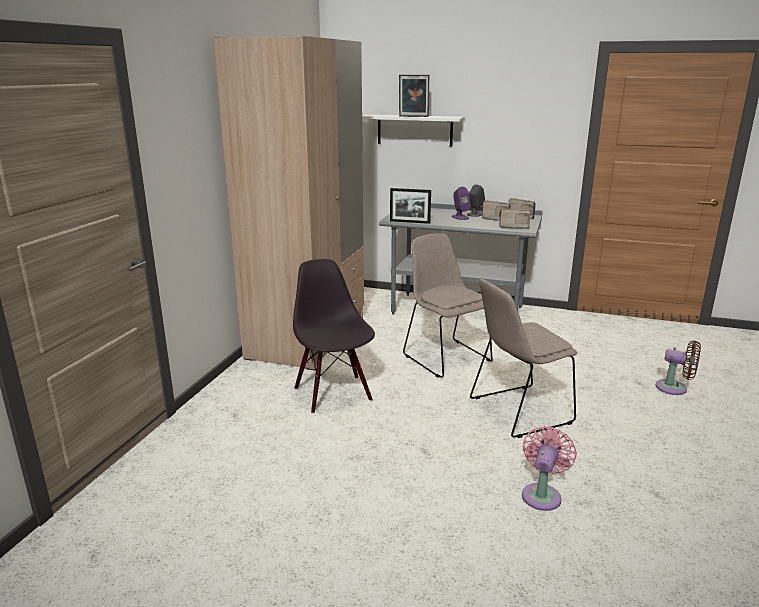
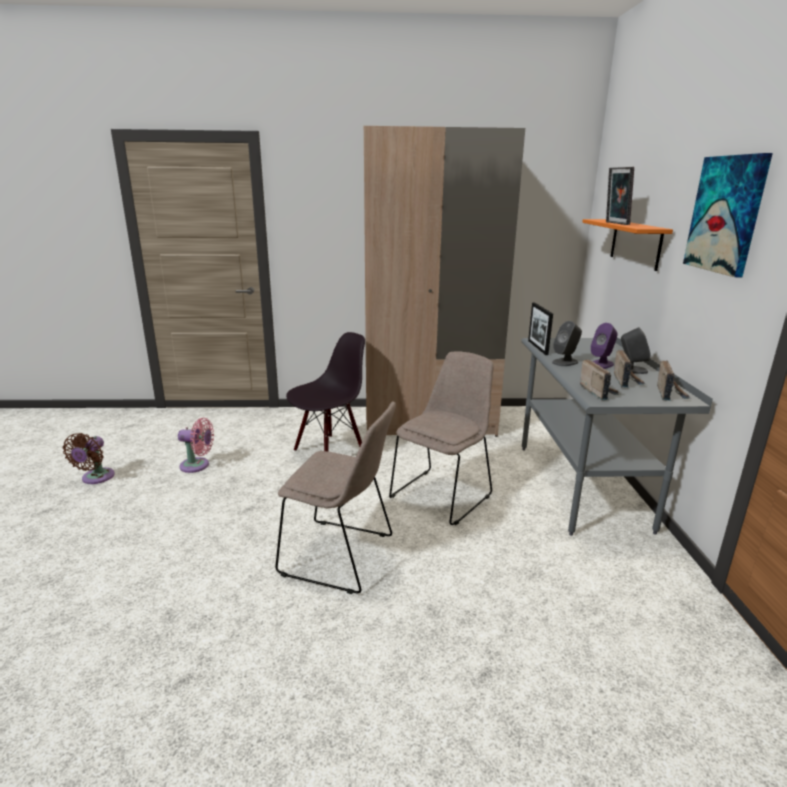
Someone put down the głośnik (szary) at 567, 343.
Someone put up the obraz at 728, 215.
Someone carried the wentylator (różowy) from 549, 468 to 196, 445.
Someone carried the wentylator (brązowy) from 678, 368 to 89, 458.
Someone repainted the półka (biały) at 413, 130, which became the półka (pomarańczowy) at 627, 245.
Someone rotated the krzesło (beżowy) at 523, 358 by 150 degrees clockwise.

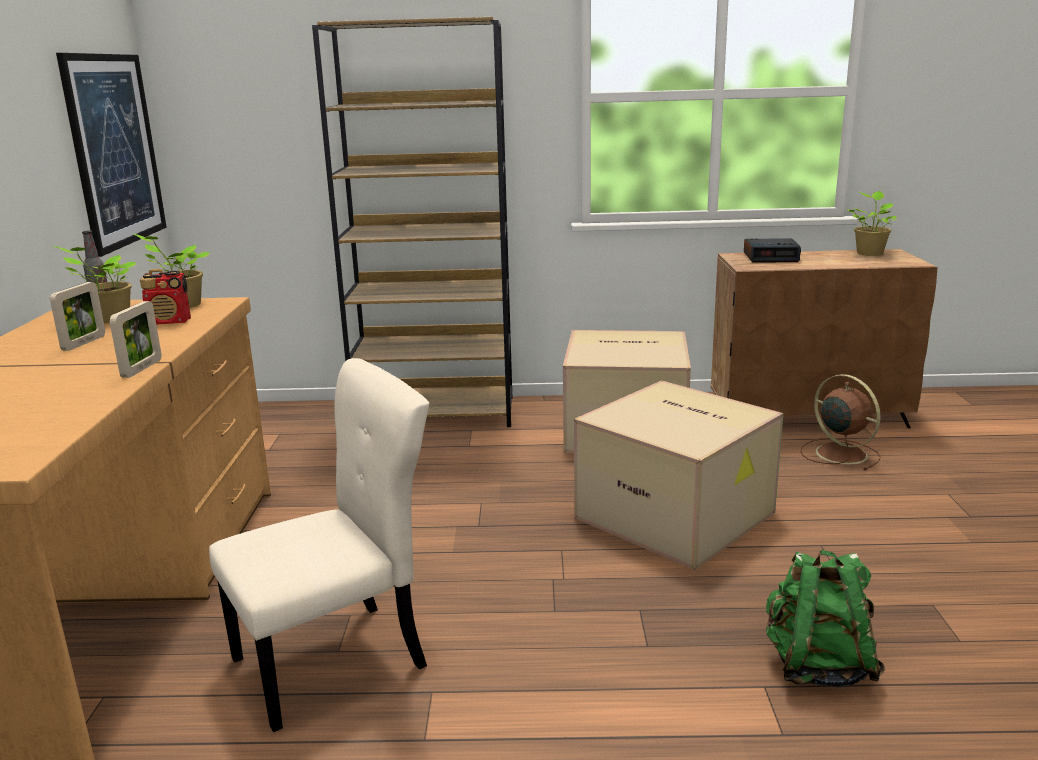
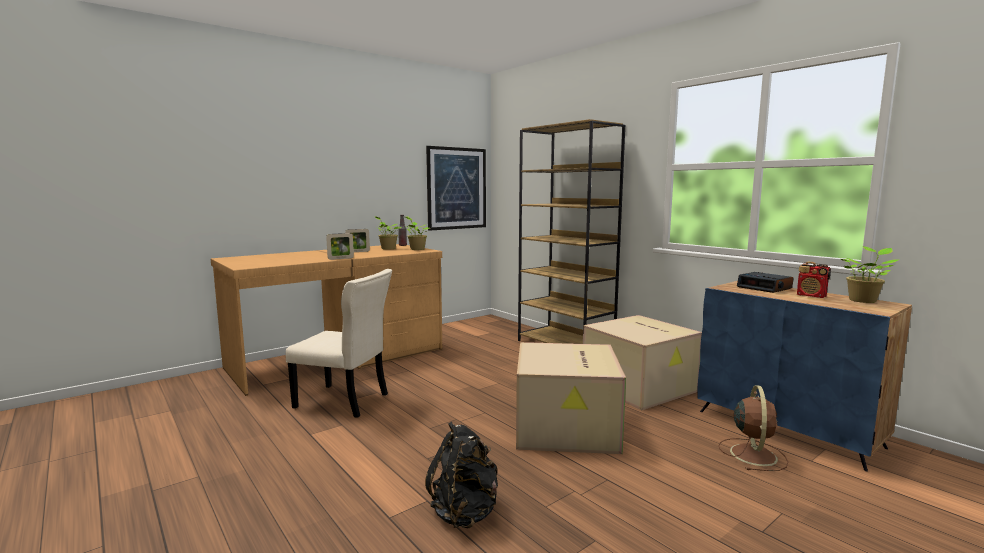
Someone carried the radio from 165, 297 to 814, 280.
Someone repainted the szafka (brązowy) at 824, 338, which became the szafka (niebieski) at 804, 376.
Someone repainted the plecak (zielony) at 825, 618, which became the plecak (czarny) at 461, 475.

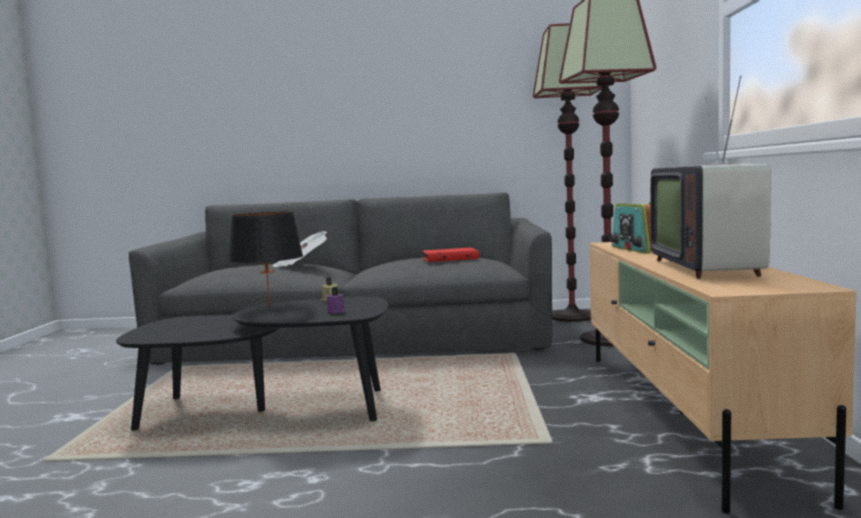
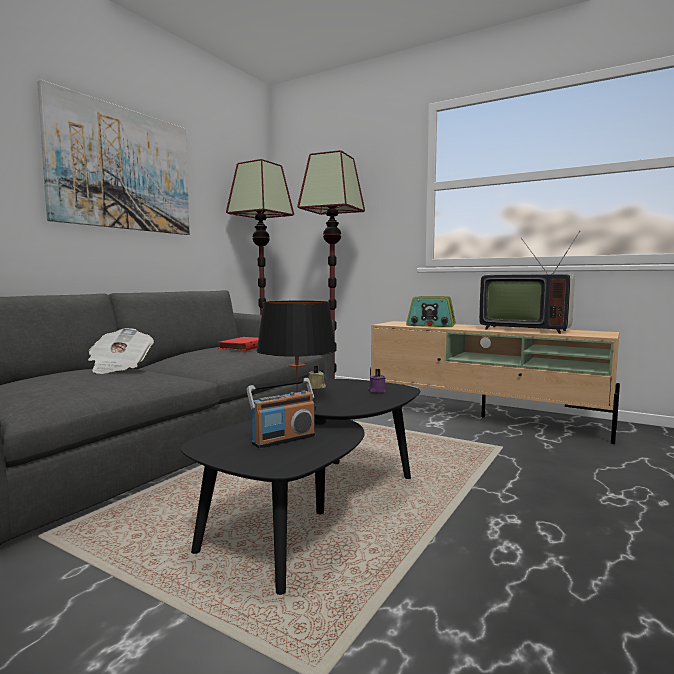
Someone put up the obraz at 113, 157.
Someone put down the radio at 281, 413.

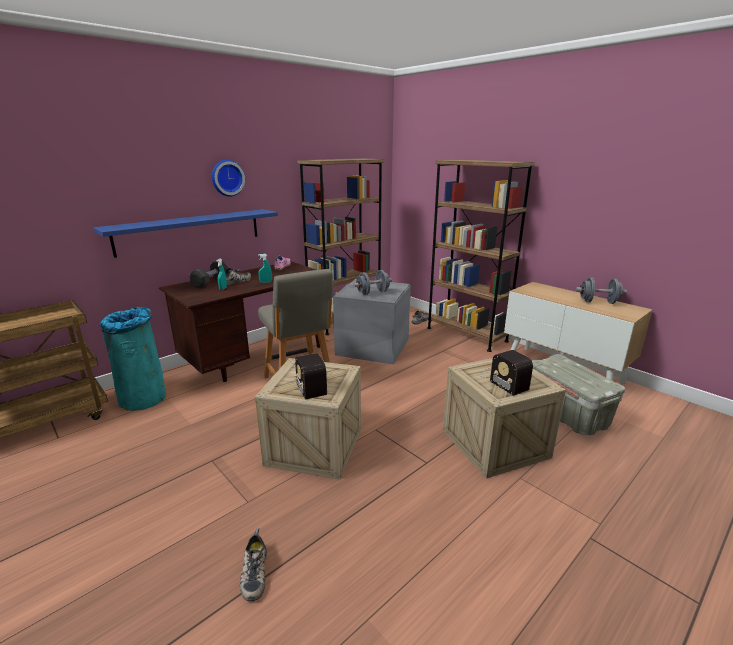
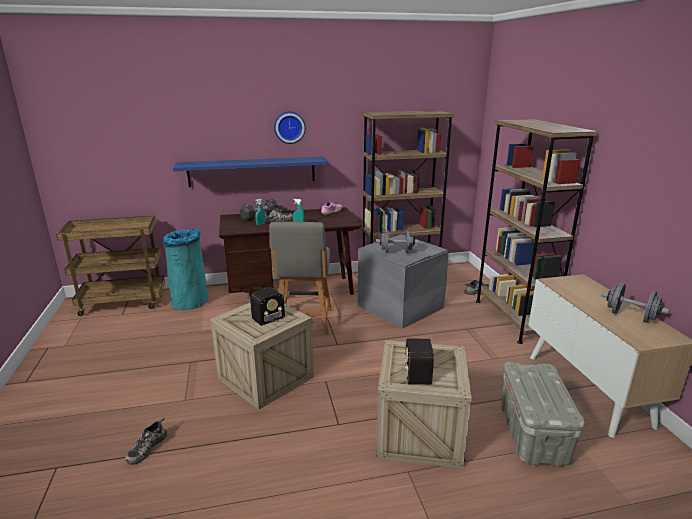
Someone rotated the radio at 310, 376 by 135 degrees counterclockwise.

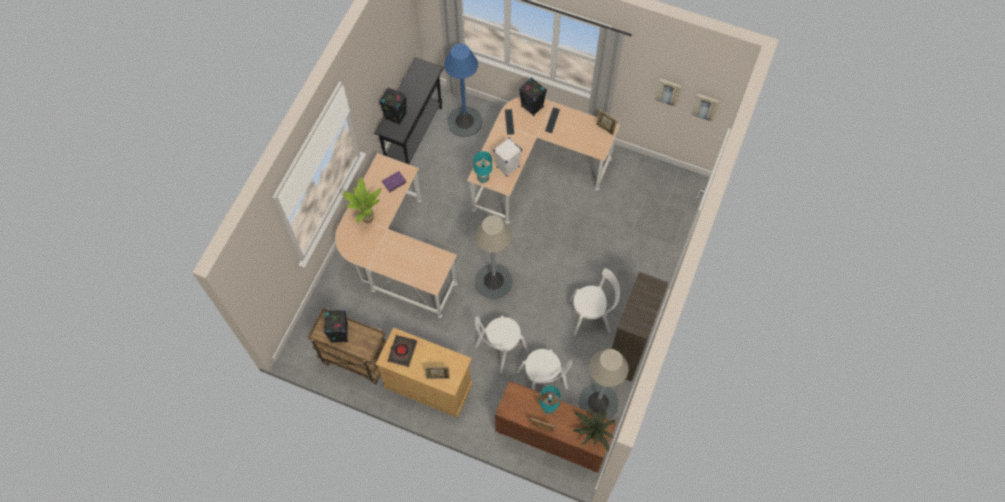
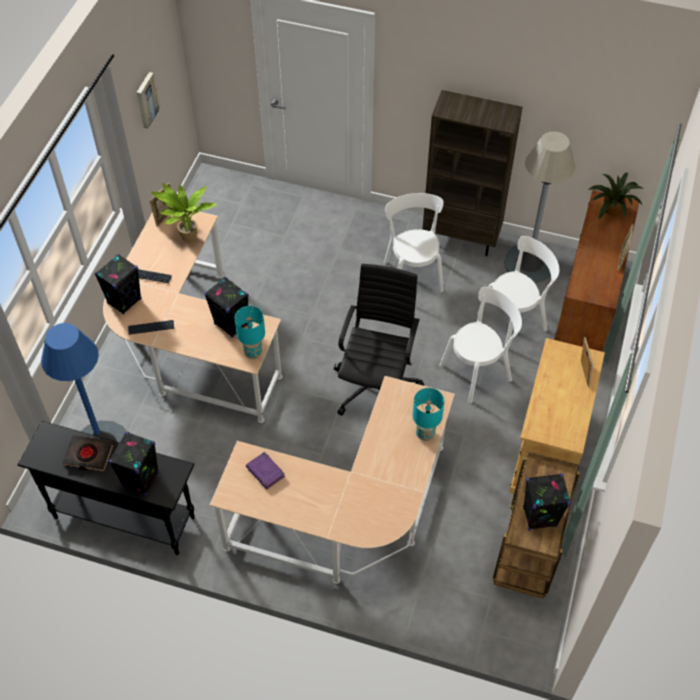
Someone took away the obraz at 705, 108.
Someone carried the roślina doniczkowa from 361, 200 to 184, 213.
Someone carried the książka (czarny) from 402, 351 to 88, 453.
Someone carried the lampa stołowa (turkusowy) from 550, 399 to 428, 414.
Someone swapped the lampa stojąca (szary) at 493, 257 for the krzesło biurowe (czarny) at 379, 340.
Someone repainted the głośnik (biały) at 507, 157, which became the głośnik (czarny) at 226, 307.
Someone rotated the krzesło (biały) at 501, 344 by 75 degrees counterclockwise.

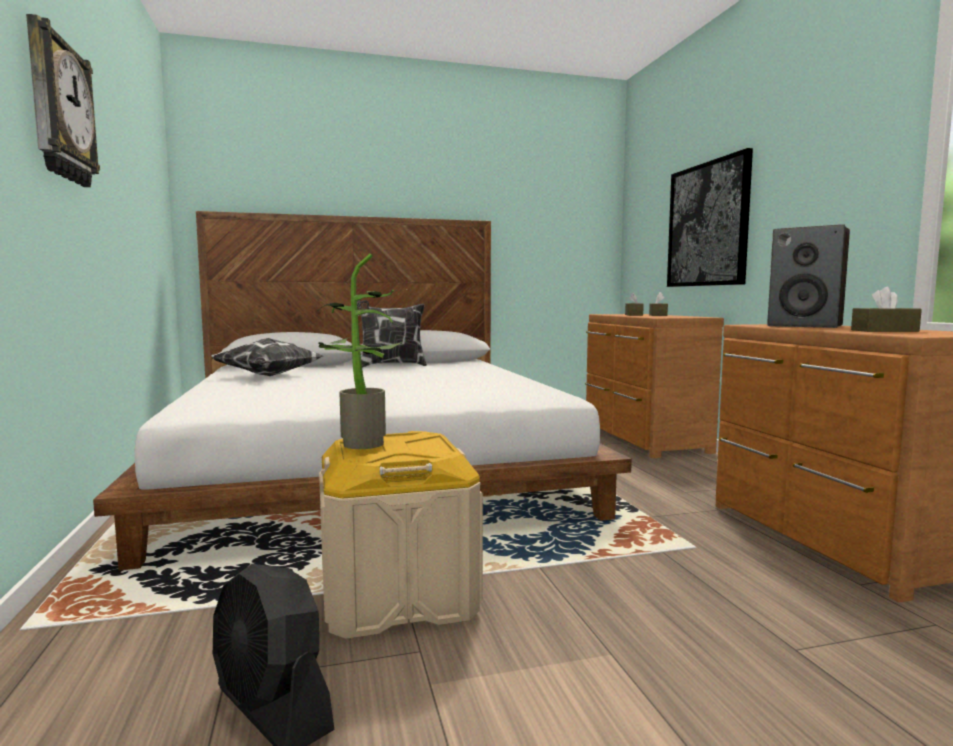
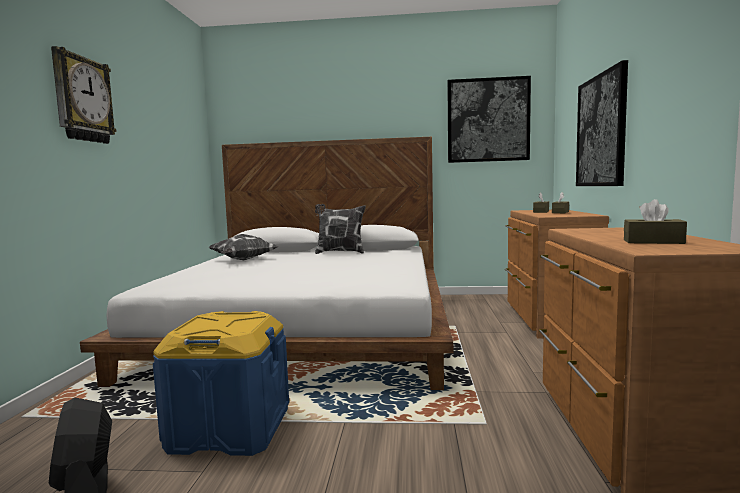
Someone took away the roślina doniczkowa at 362, 351.
Someone took away the głośnik at 808, 276.
Someone put up the obraz at 489, 119.
Someone repainted the pojemnik do przechowywania (beżowy) at 401, 535, which became the pojemnik do przechowywania (niebieski) at 221, 383.

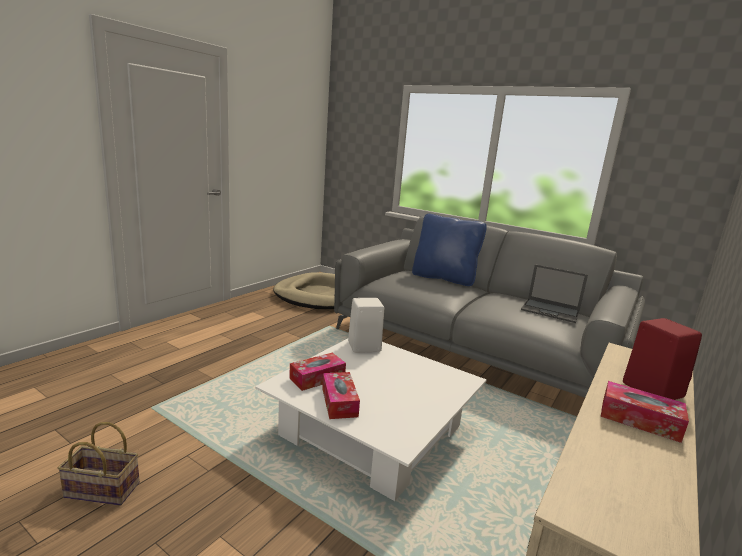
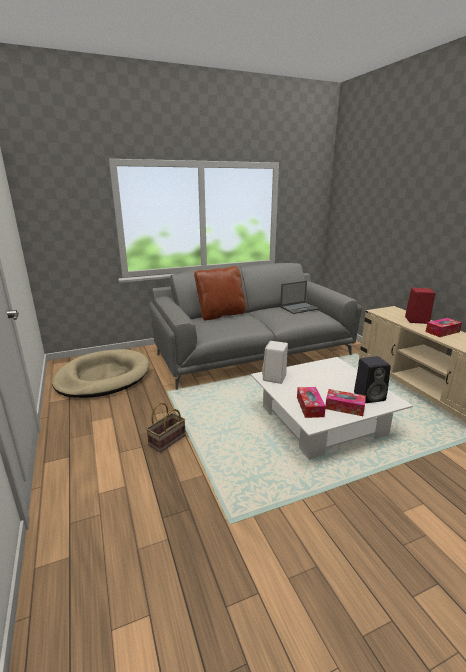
Someone put down the głośnik (czarny) at 372, 379.
Someone carried the koszyk from 98, 464 to 166, 428.
Someone repainted the poduszka (niebieski) at 449, 250, which became the poduszka (brązowy) at 220, 293.

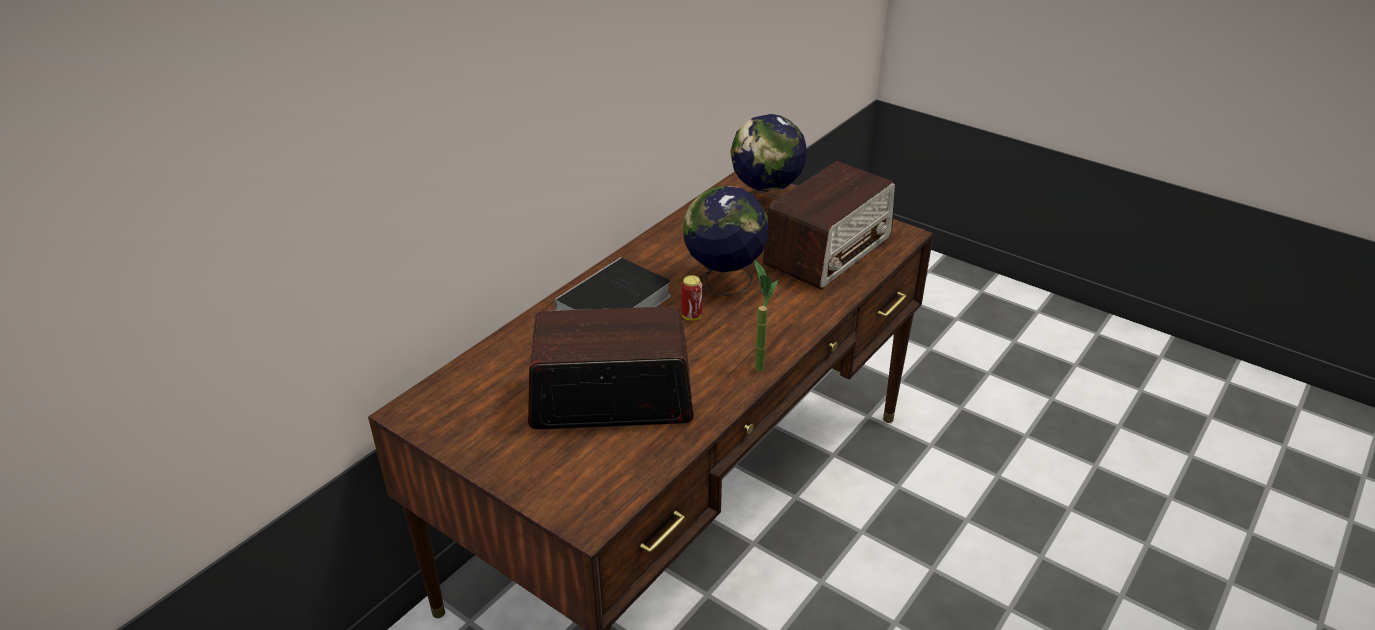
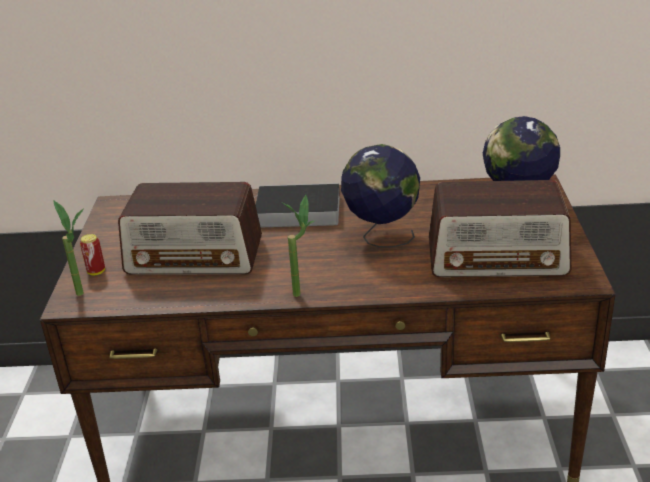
Someone put down the roślina doniczkowa at 68, 248.
Someone carried the puszka from 691, 298 to 92, 254.
Someone rotated the radio at 611, 368 by 135 degrees clockwise.

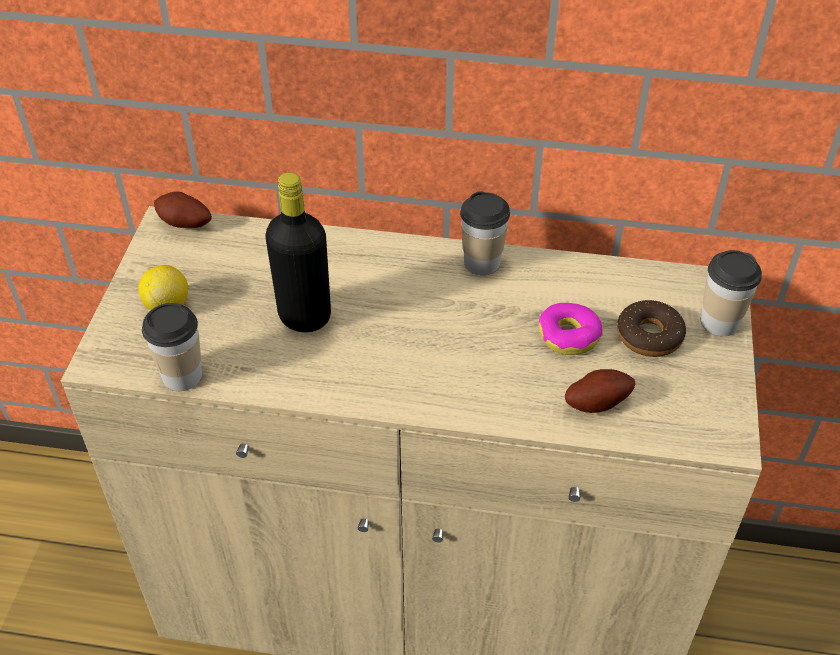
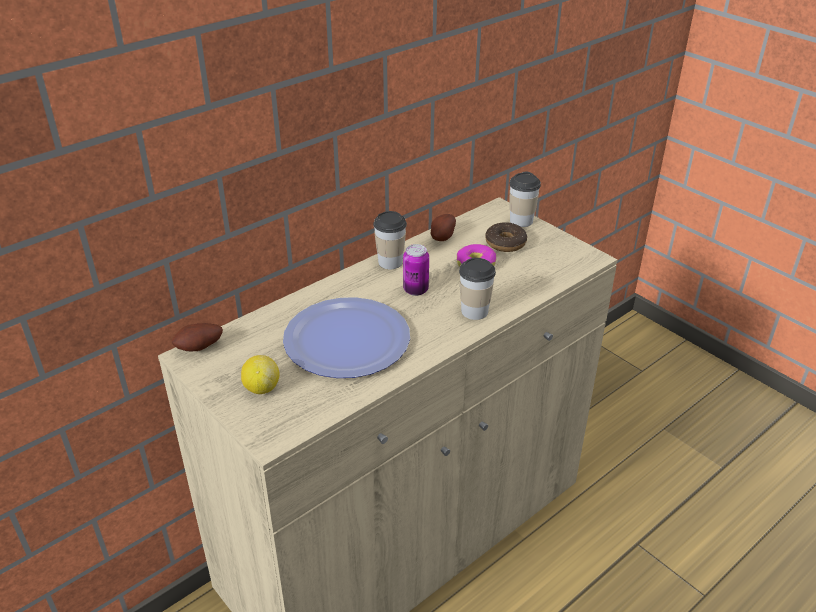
Someone put down the puszka at 416, 270.
Someone carried the filiżanka from 172, 347 to 477, 289.
Someone carried the ziemniak from 600, 391 to 443, 227.
Someone swapped the butelka (czarny) at 298, 252 for the talerz at 346, 337.

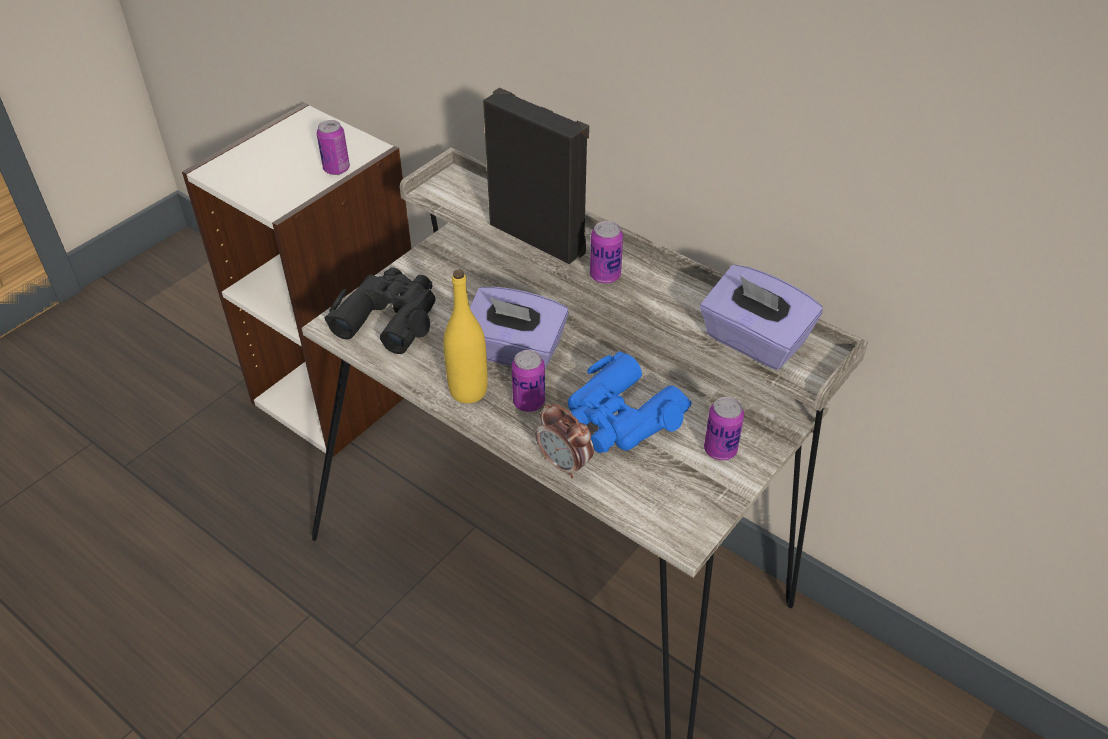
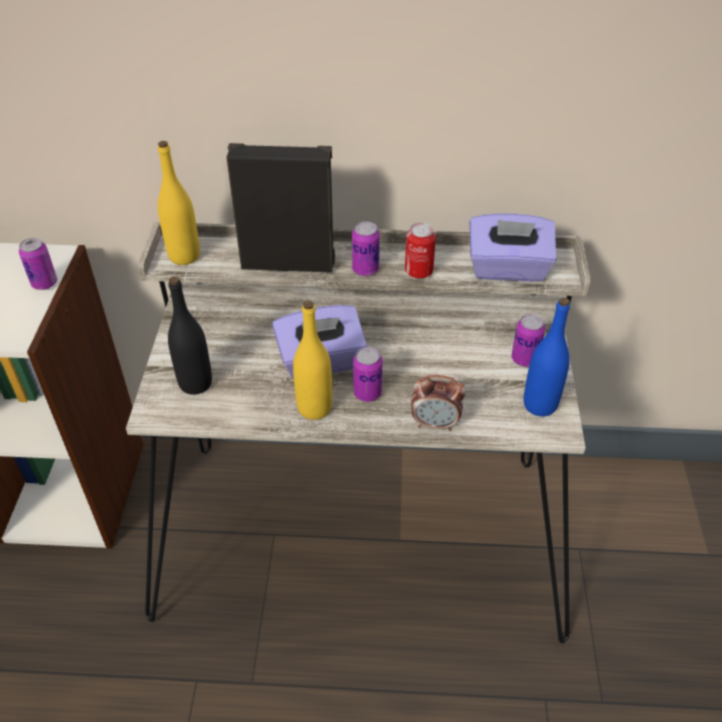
Someone took away the lornetka (niebieski) at 630, 402.
Someone put down the butelka (żółty) at 179, 203.
Someone put down the puszka at 420, 250.
Someone put down the butelka (niebieski) at 547, 357.
Someone swapped the lornetka (czarny) at 380, 310 for the butelka (czarny) at 190, 336.

